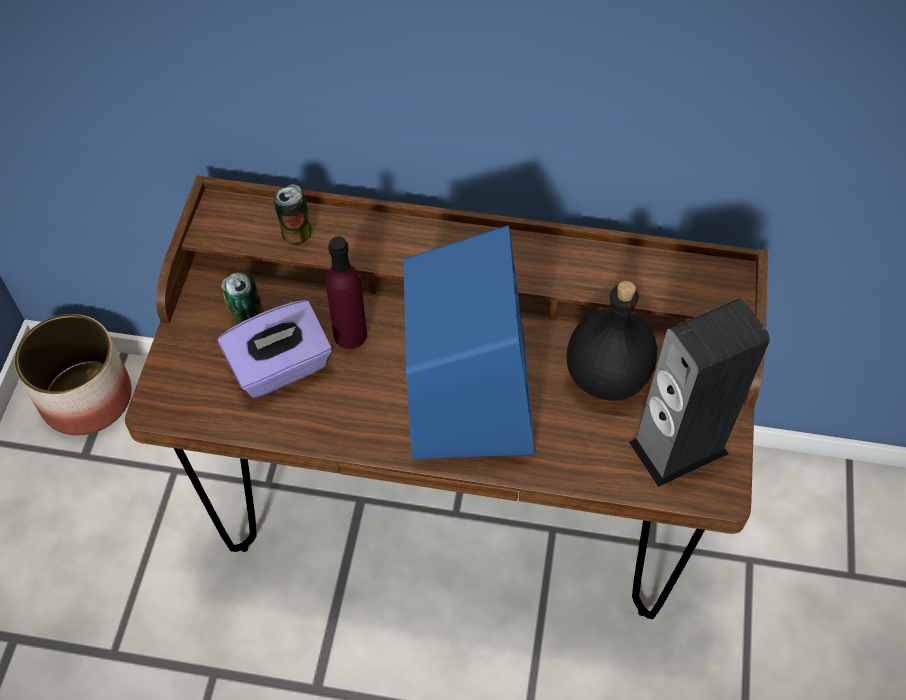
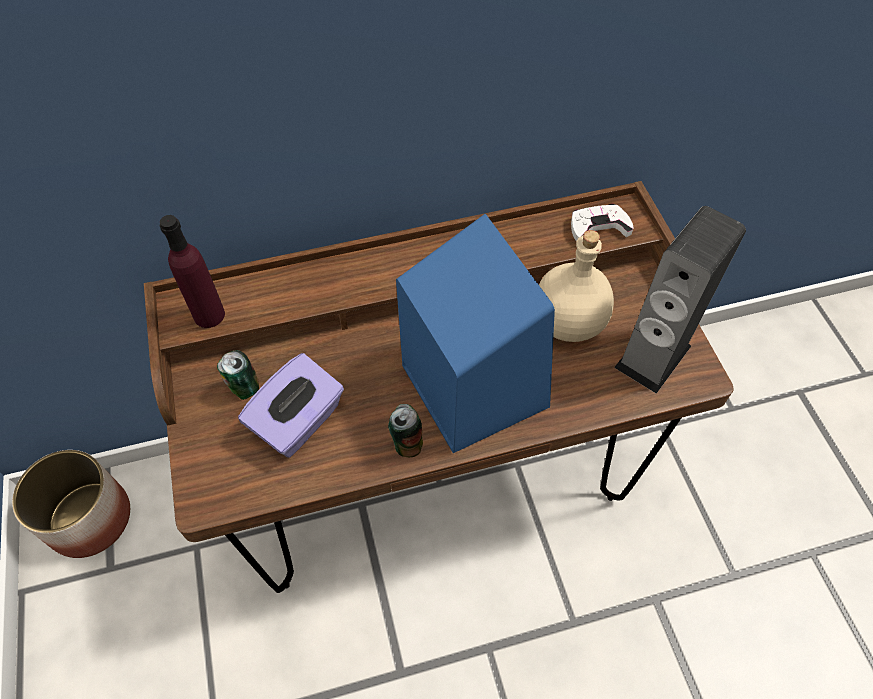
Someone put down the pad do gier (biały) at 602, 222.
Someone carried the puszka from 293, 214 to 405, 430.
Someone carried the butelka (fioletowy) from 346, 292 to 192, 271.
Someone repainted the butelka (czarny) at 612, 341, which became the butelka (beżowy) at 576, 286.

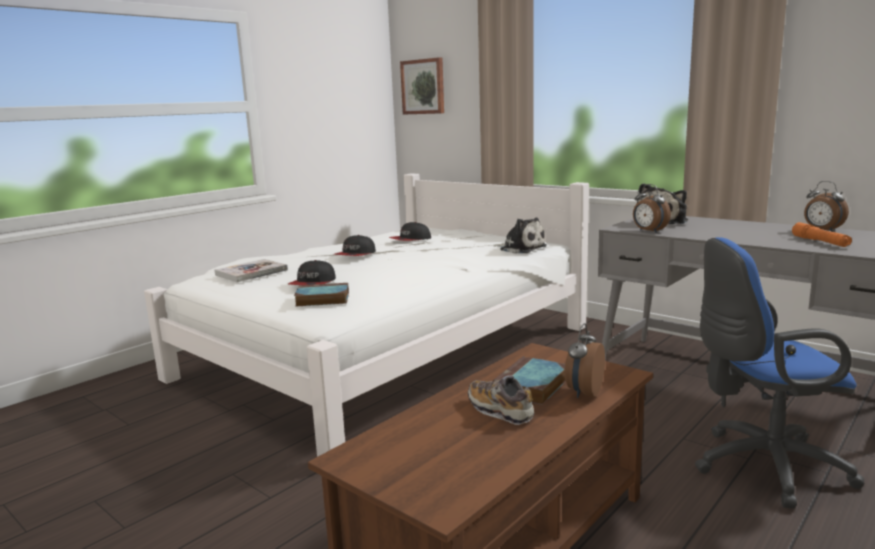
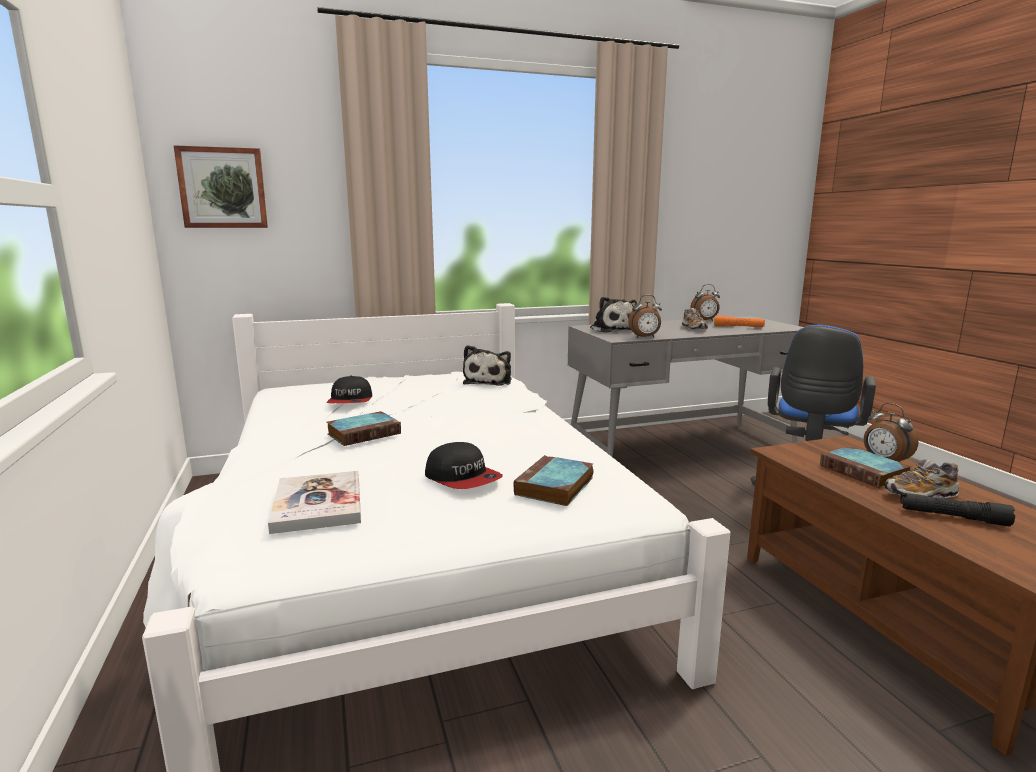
Someone put down the but at 695, 319.
Someone put down the latarka (czarny) at 957, 509.
Someone swapped the czapka z daszkiem at 355, 245 for the książka at 364, 428.
Someone rotated the pluszak at 520, 236 by 120 degrees clockwise.

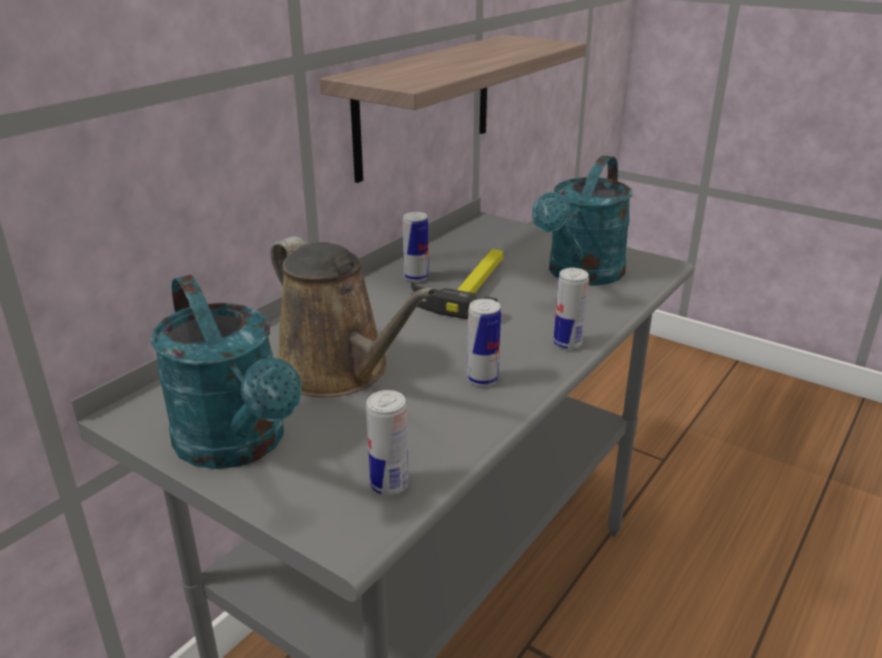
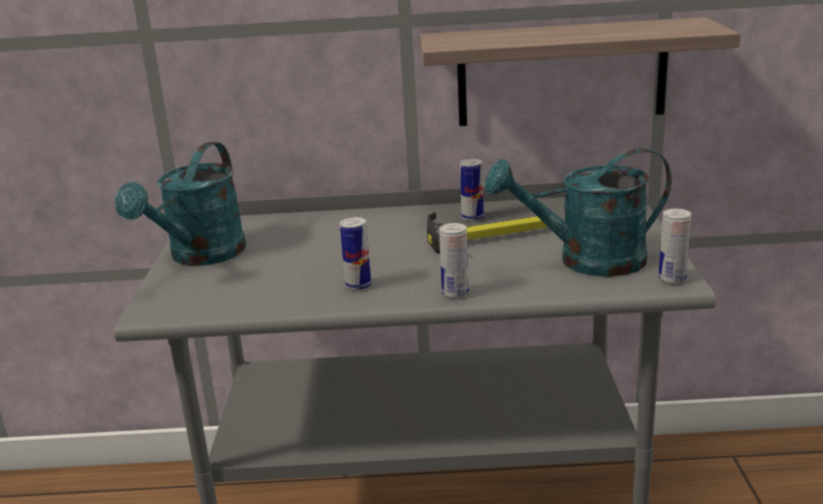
Someone took away the konewka (brązowy) at 353, 316.
Someone carried the puszka from 387, 442 to 674, 246.

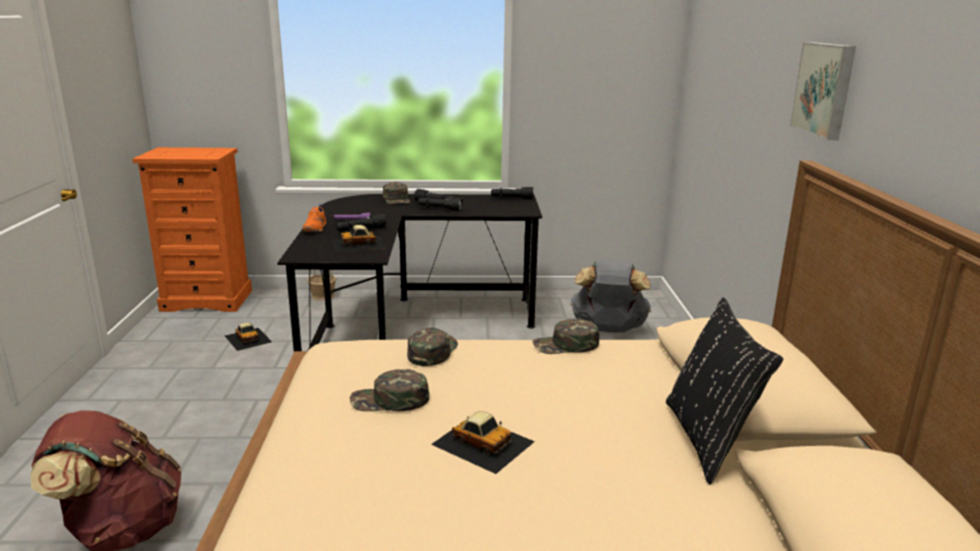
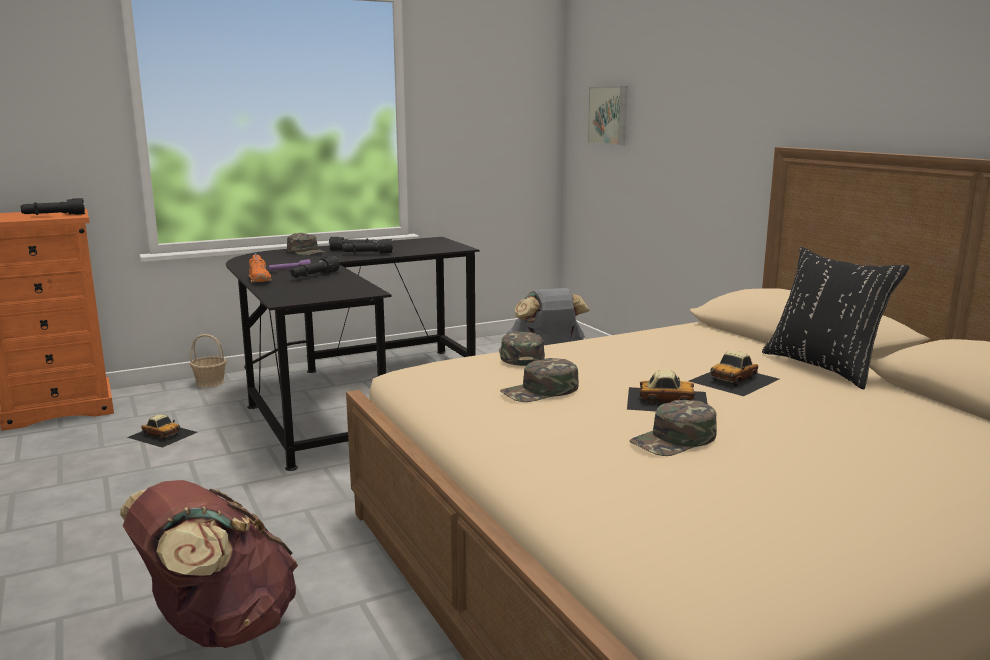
Someone carried the samochodzik from 358, 239 to 734, 373.
Someone carried the latarka (czarny) from 512, 193 to 52, 206.
Someone carried the czapka z daszkiem (zielony) from 566, 336 to 673, 428.
Someone carried the obraz from 823, 91 to 607, 115.

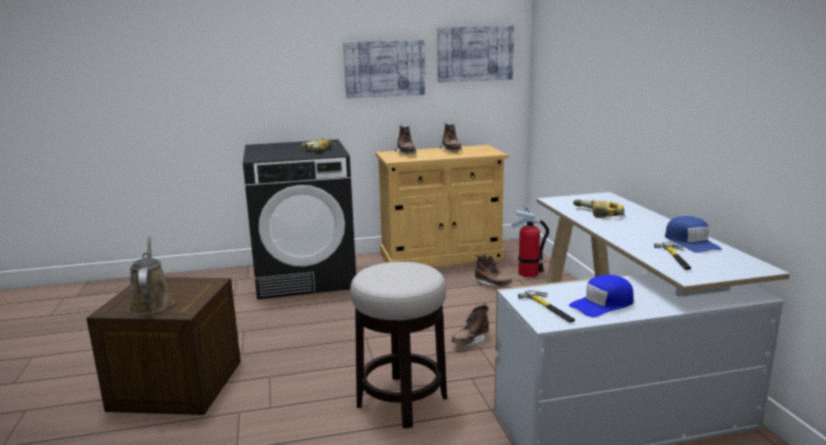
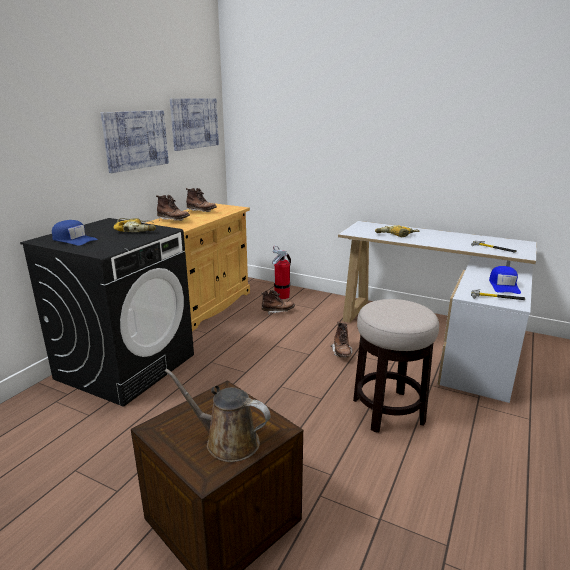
Someone carried the czapka z daszkiem (niebieski) from 693, 234 to 75, 233.

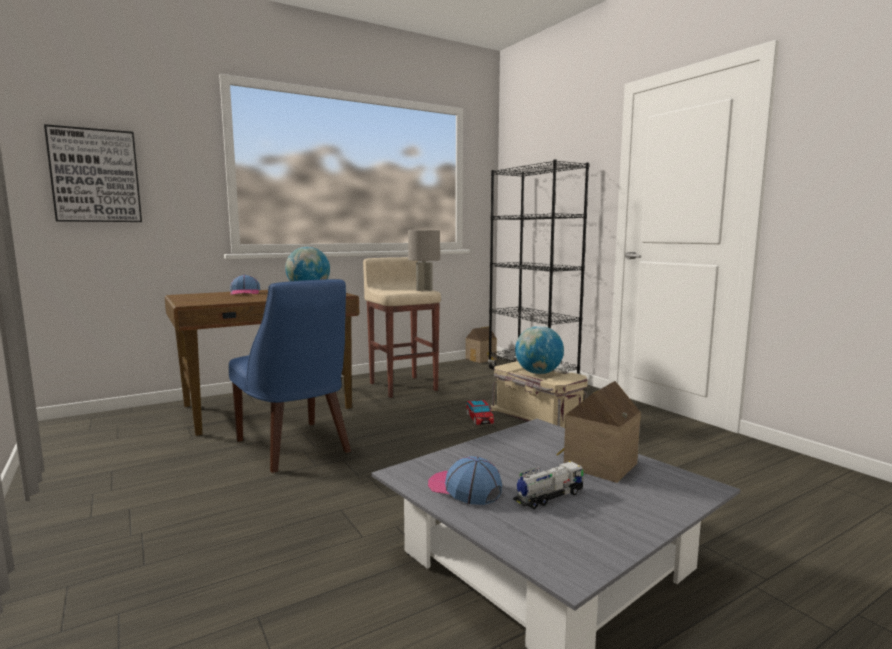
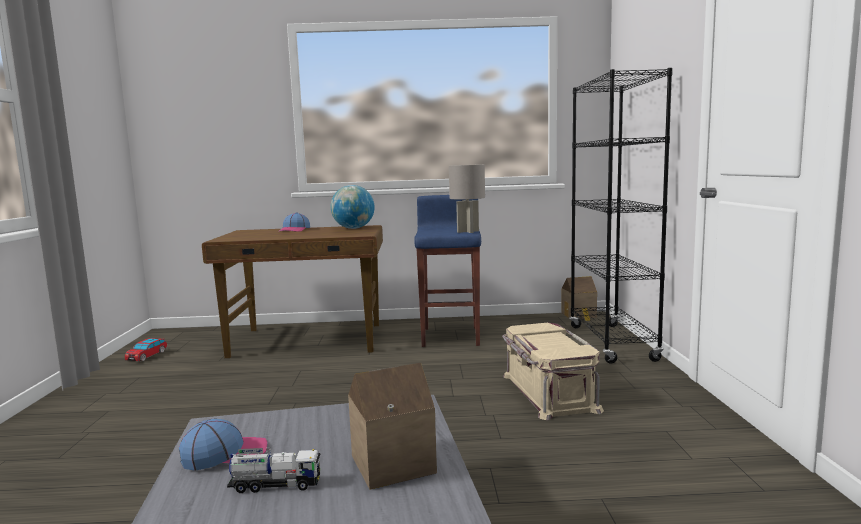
Someone took away the obraz at 93, 173.
Someone took away the krzesło (niebieski) at 290, 376.
Someone took away the globus at 539, 350.
Someone carried the samochodzik from 480, 412 to 146, 349.
Someone repainted the stołek (beżowy) at 402, 327, which became the stołek (niebieski) at 447, 271.
Someone rotated the czapka z daszkiem at 465, 480 by 90 degrees clockwise.

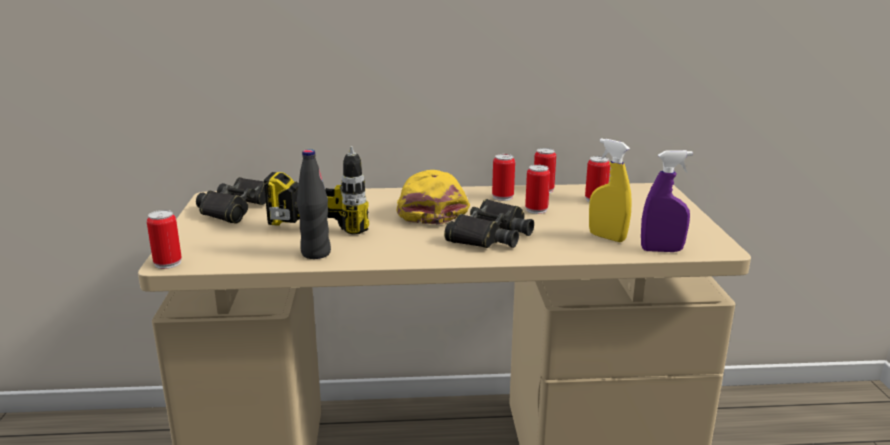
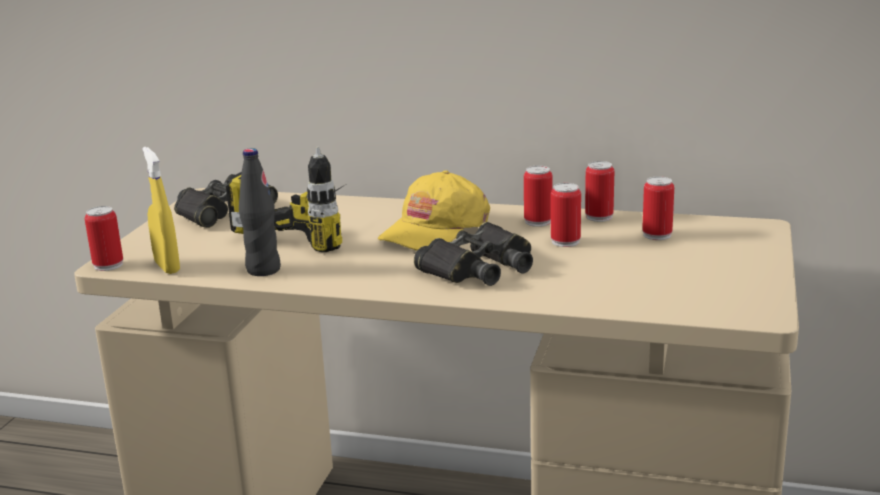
Someone took away the spryskiwacz (fioletowy) at 667, 201.
Someone carried the spryskiwacz (żółty) from 610, 190 to 161, 210.
Someone rotated the czapka z daszkiem (żółty) at 433, 197 by 150 degrees counterclockwise.

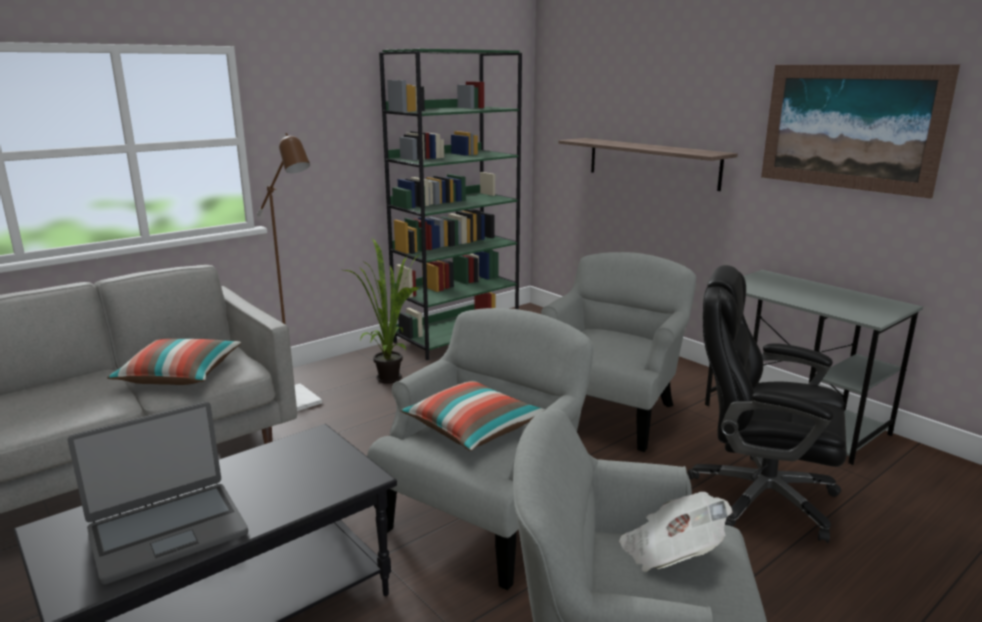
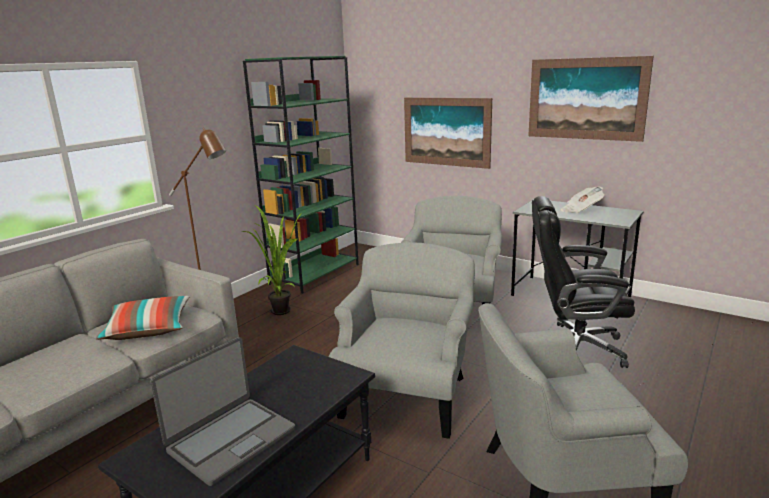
Someone took away the poduszka at 472, 415.
Someone carried the gazeta from 676, 532 to 582, 200.
Someone swapped the półka at 648, 164 for the obraz at 448, 133.

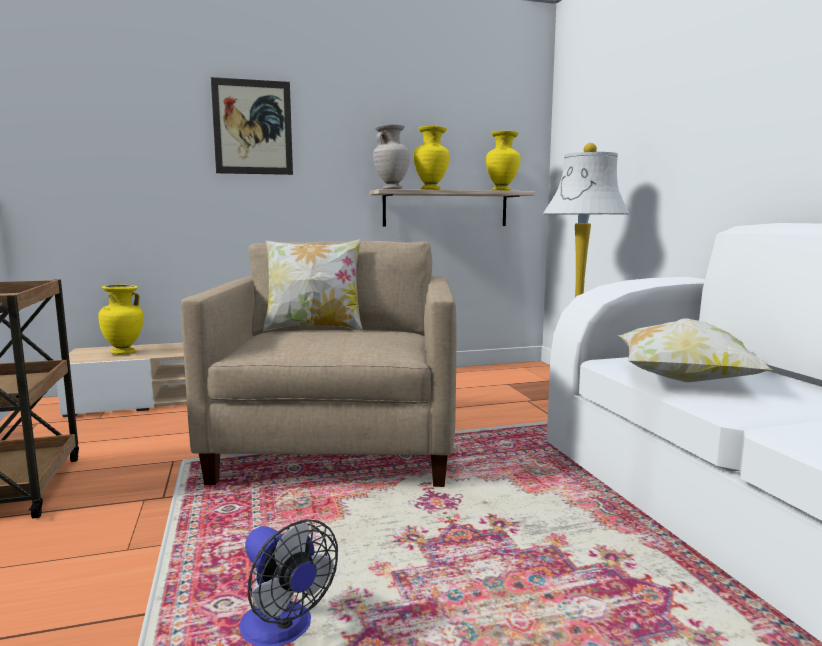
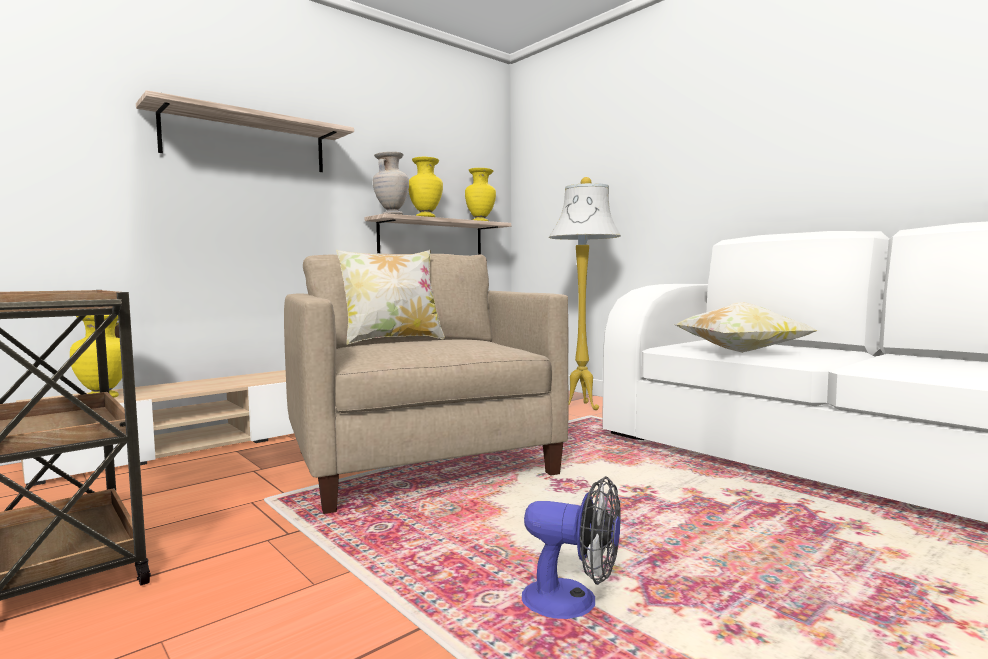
Someone swapped the obraz at 252, 126 for the półka at 245, 131.

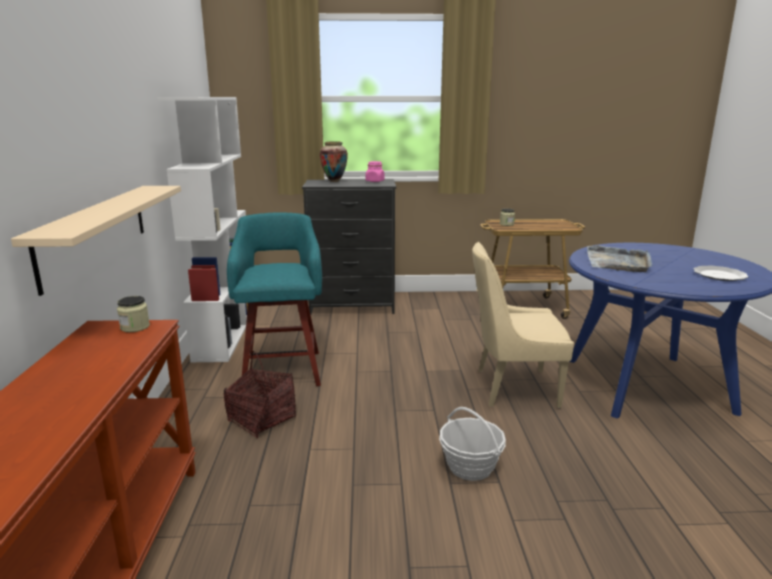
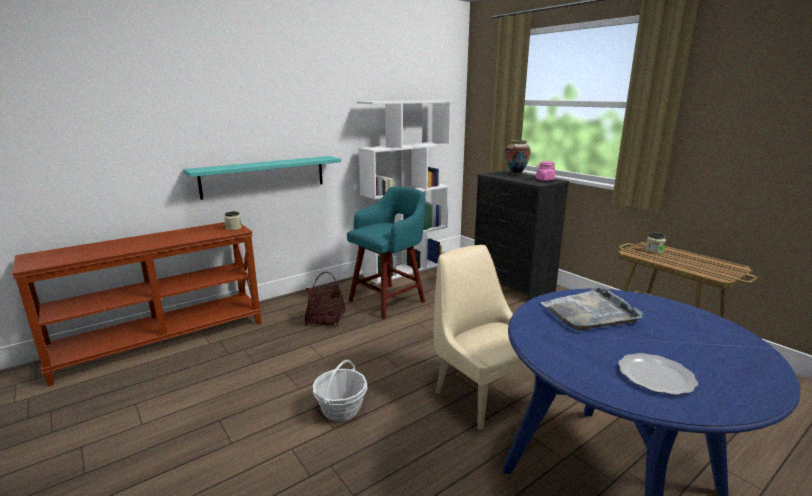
Someone repainted the półka (beżowy) at 96, 241, which became the półka (turkusowy) at 262, 178.

